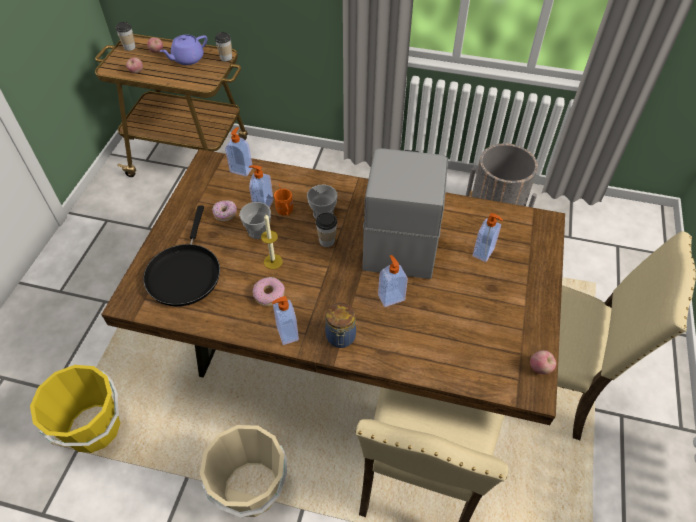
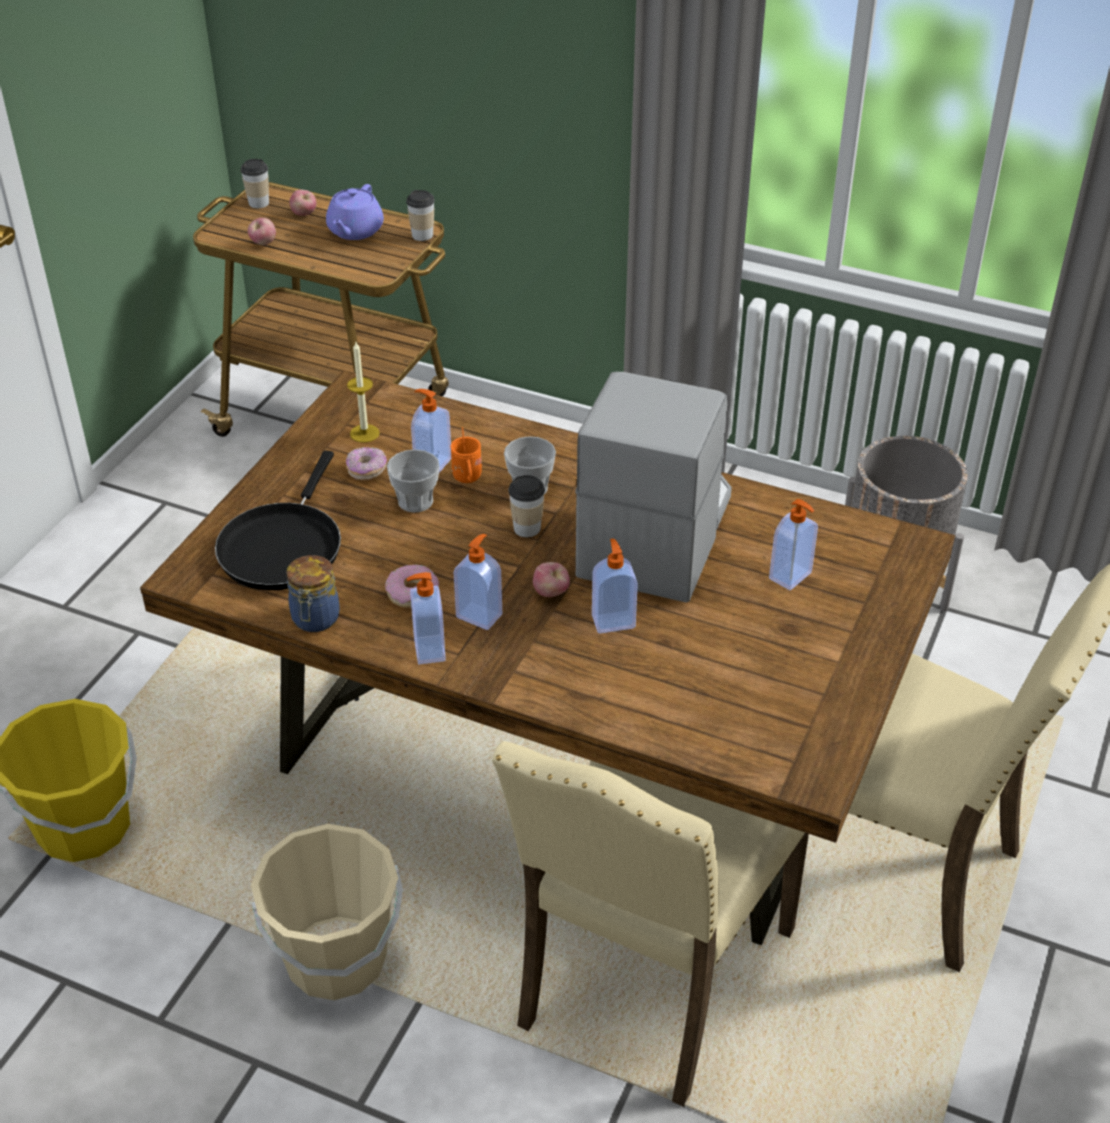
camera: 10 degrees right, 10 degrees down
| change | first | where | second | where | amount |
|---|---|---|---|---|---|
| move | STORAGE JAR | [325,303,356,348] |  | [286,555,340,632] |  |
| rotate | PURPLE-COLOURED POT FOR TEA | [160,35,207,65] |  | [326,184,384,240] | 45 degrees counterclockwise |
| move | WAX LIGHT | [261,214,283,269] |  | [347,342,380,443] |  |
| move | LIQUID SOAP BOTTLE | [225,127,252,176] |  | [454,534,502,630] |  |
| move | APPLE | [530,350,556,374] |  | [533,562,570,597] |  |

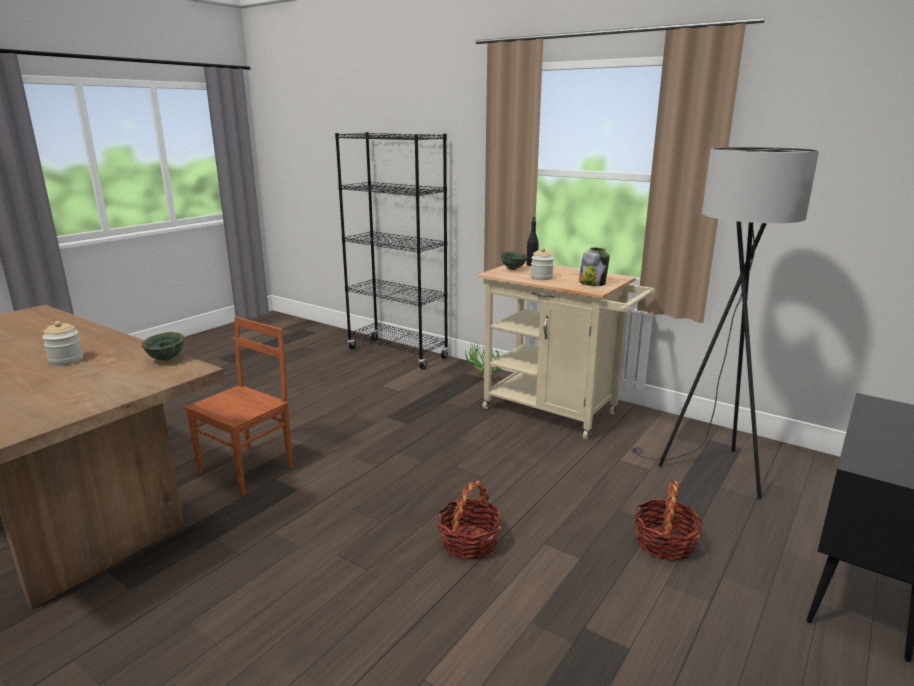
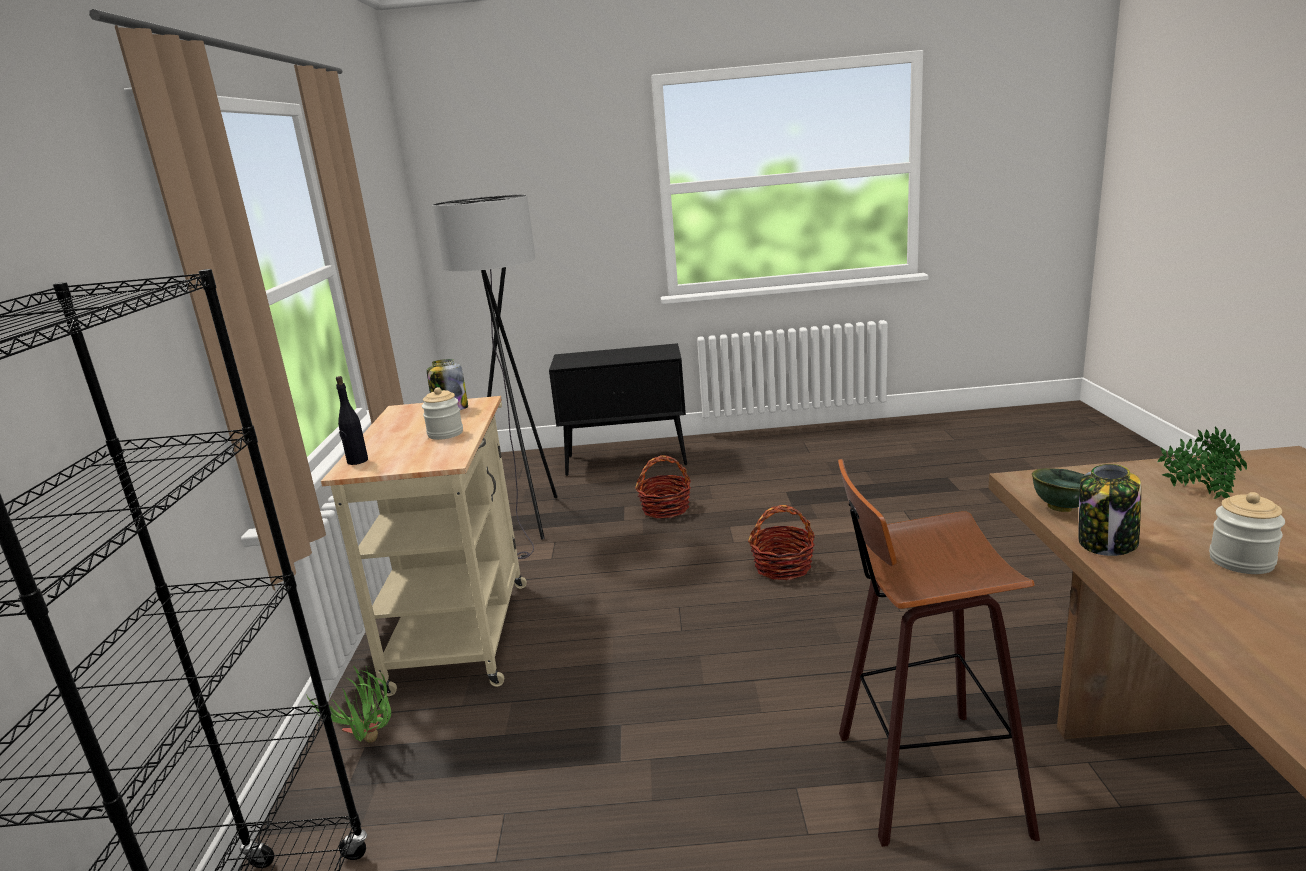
camera: 125 degrees left, 0 degrees up
| change | first | where | second | where | amount |
|---|---|---|---|---|---|
| replace | BROWN PLAIN CHAIR | [185,317,293,495] | SITTING STOOL | [838,459,1040,847] |  |
| insert |  |  | STORAGE JAR | [1079,464,1141,556] |  |
| insert |  |  | PLANT IN A POT | [1157,427,1247,499] |  |
| delete | GREENISH DEEP DISH | [500,251,528,270] |  |  |  |

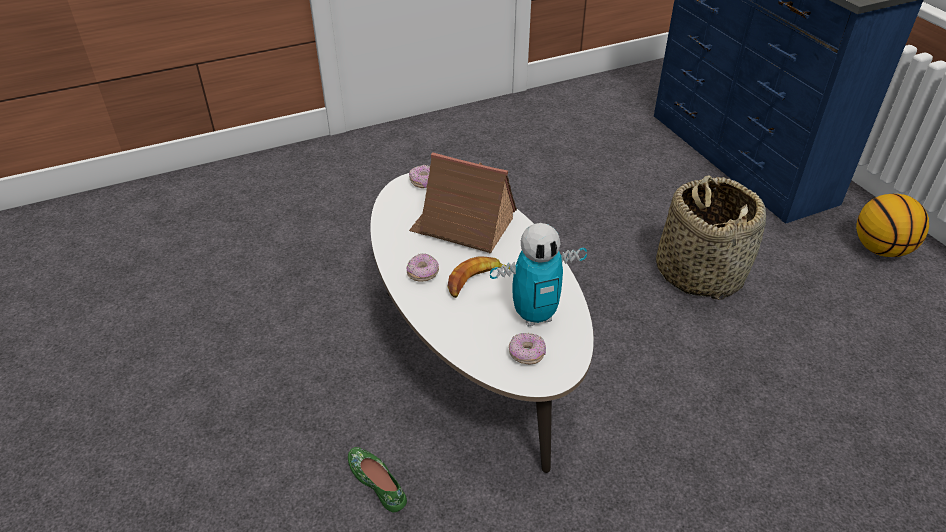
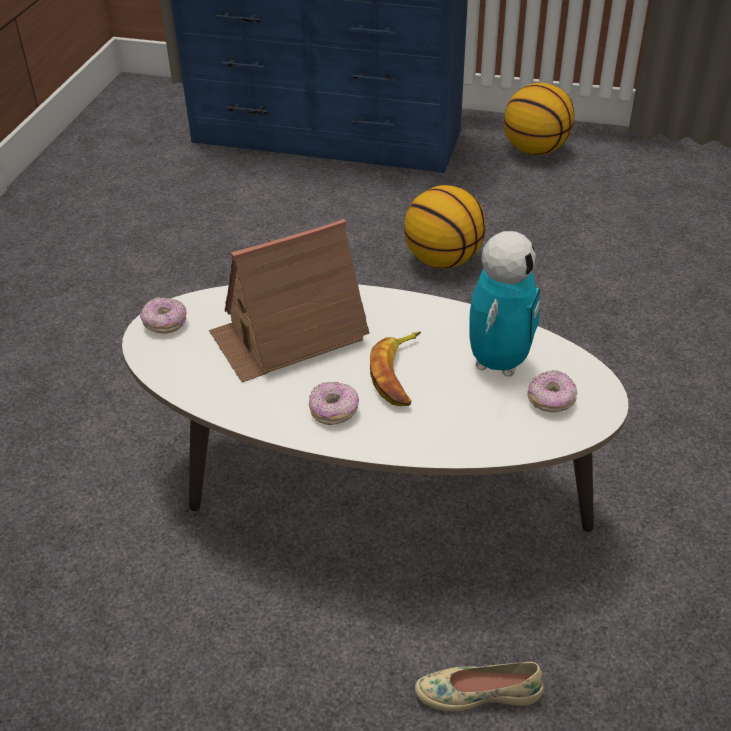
camera: 50 degrees left, 0 degrees up
| change | first | where | second | where | amount |
|---|---|---|---|---|---|
| replace | HOUSEHOLD BASKET | [656,175,766,300] | BASKETBALL BALL | [404,185,486,268] |  |
| recolor | GREENISH LOW SHOE | [348,447,407,512] | BEIGE-COLOURED LOW SHOE | [415,662,544,711] |  |

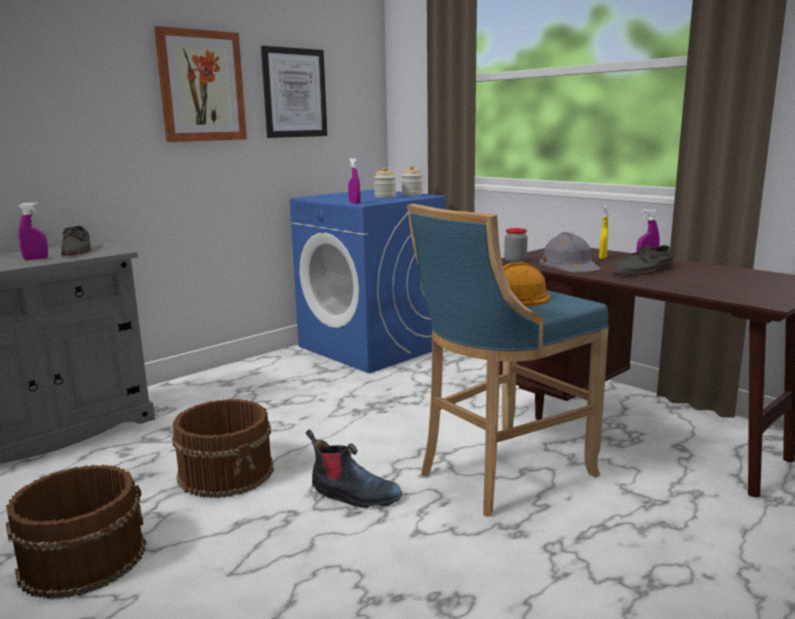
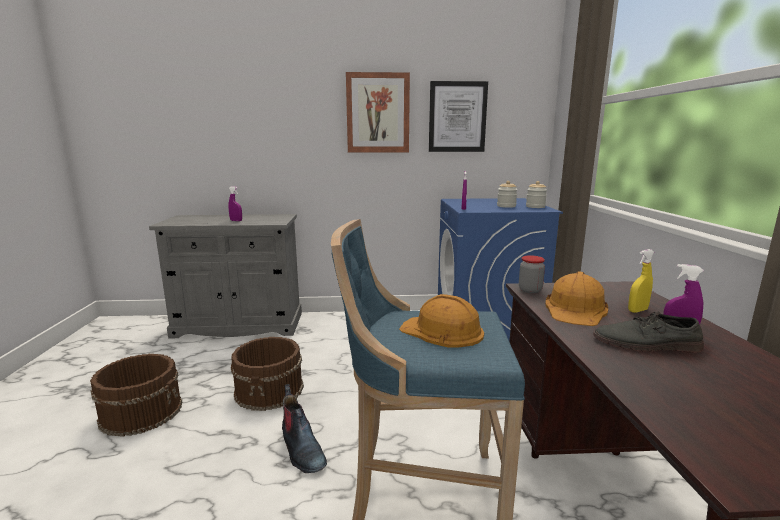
camera: 40 degrees right, 0 degrees up
| change | first | where | second | where | amount |
|---|---|---|---|---|---|
| recolor | GREYISH WORK HELMET | [540,232,601,273] | ORANGE WORK HELMET | [545,271,608,326] |  |
| delete | GREYISH LOW SHOE | [61,226,91,256] |  |  |  |

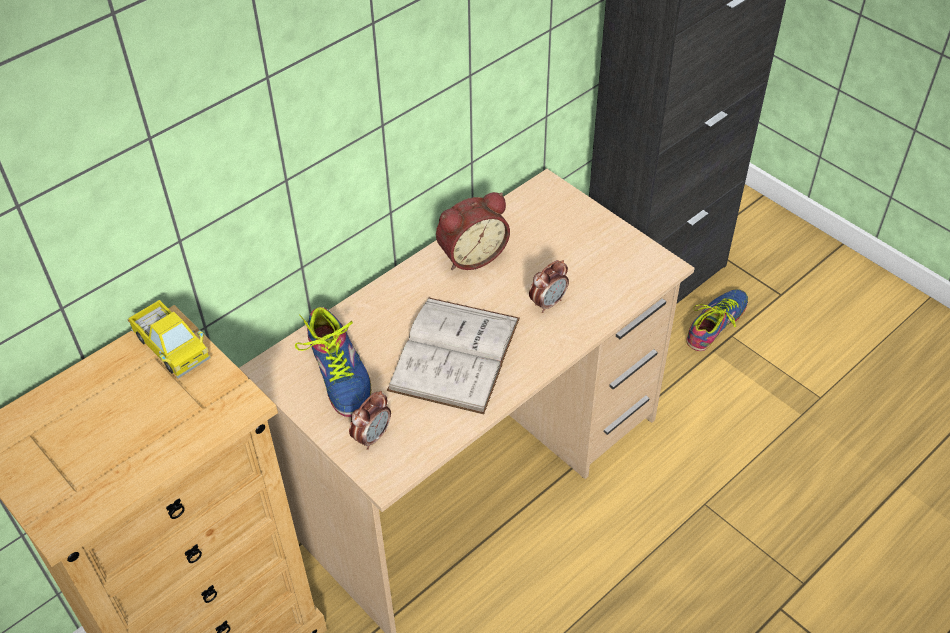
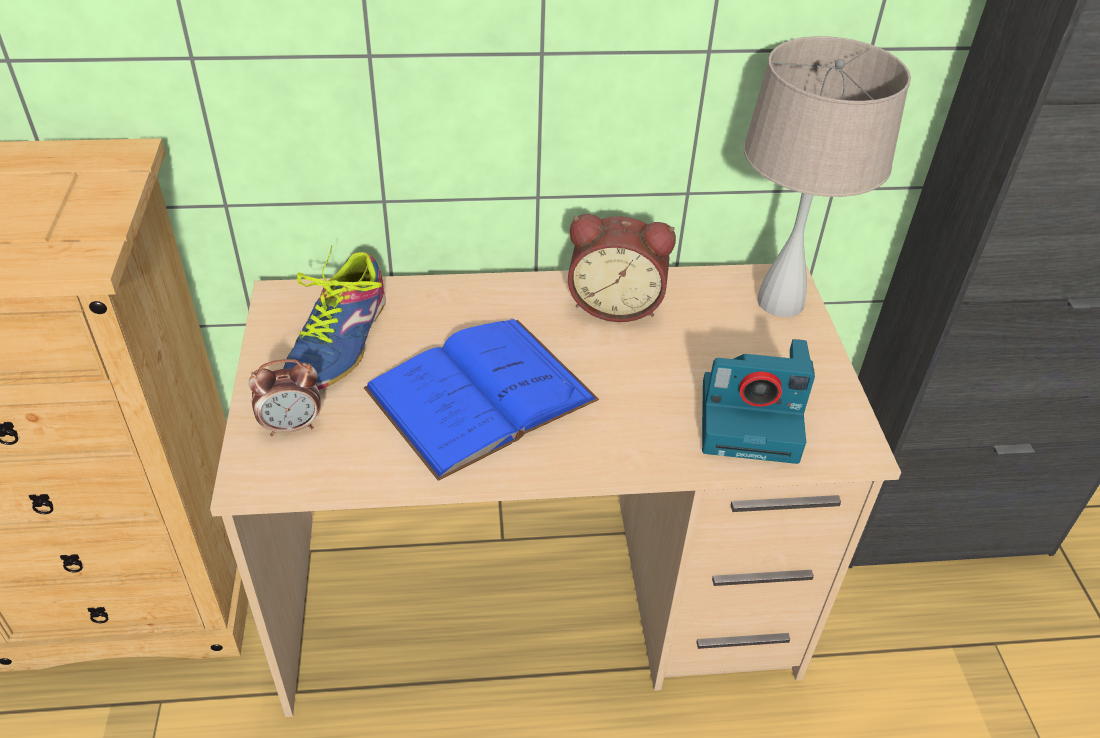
camera: 35 degrees right, 5 degrees down
| change | first | where | second | where | amount |
|---|---|---|---|---|---|
| recolor | WHITE VOLUME | [387,298,520,414] | BLUE-COLOURED VOLUME | [364,319,599,481] |  |
| insert |  |  | PHOTO CAMERA | [702,339,815,464] |  |
| insert |  |  | BEIGE-COLOURED LAMP FOR A TABLE | [744,36,911,317] |  |
| delete | TOY TRUCK | [127,300,211,379] |  |  |  |
| delete | TABLE CLOCK | [529,260,569,313] |  |  |  |
| delete | LOW SHOE | [686,289,748,351] |  |  |  |

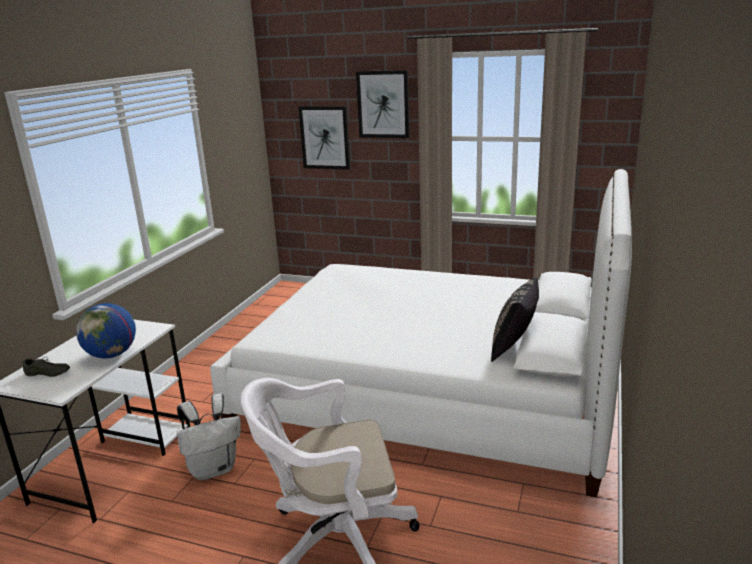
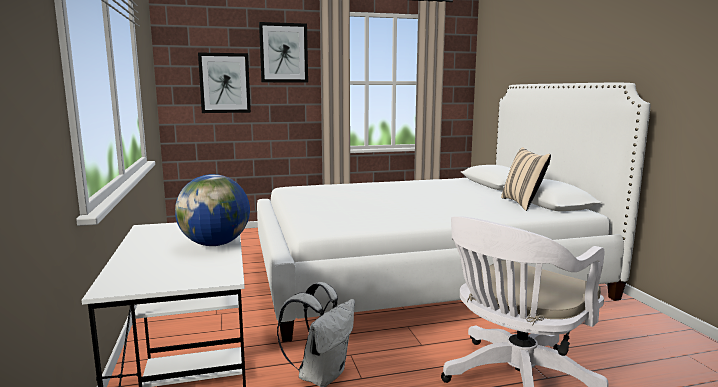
camera: 35 degrees left, 10 degrees down
| change | first | where | second | where | amount |
|---|---|---|---|---|---|
| recolor | BLACK CUSHION | [491,277,539,362] | BEIGE-COLOURED CUSHION | [501,147,551,211] |  |
| delete | GREYISH LOW SHOE | [23,357,70,377] |  |  |  |

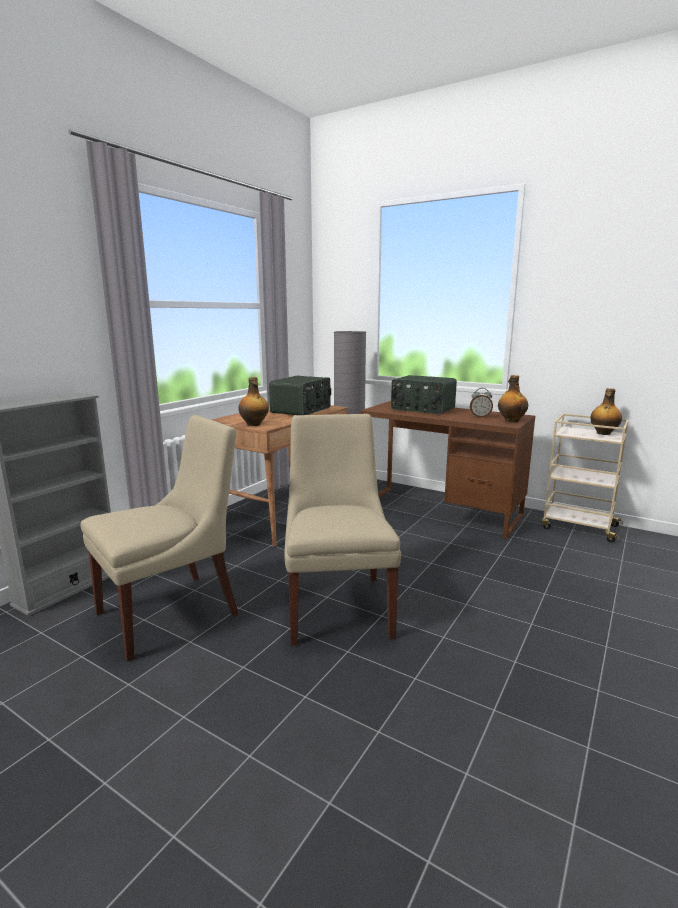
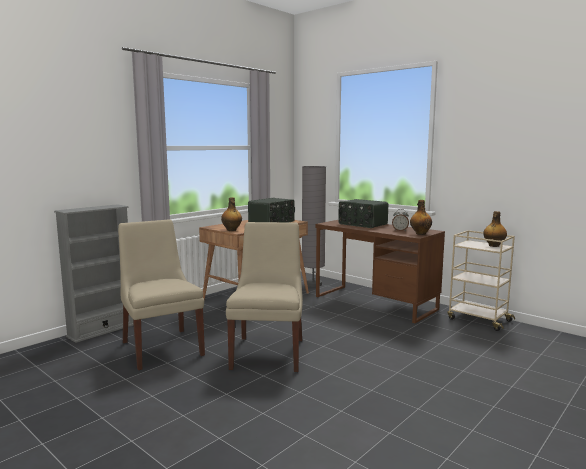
camera: 10 degrees right, 5 degrees down
| change | first | where | second | where | amount |
|---|---|---|---|---|---|
| rotate | BEIGE-COLOURED PLAIN CHAIR | [81,415,239,662] |  | [118,219,205,370] | 90 degrees counterclockwise |

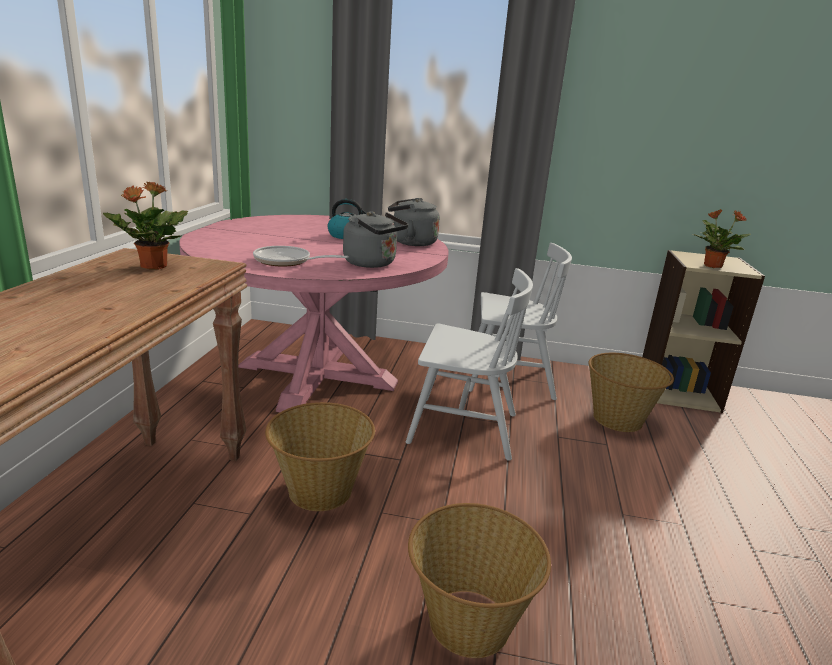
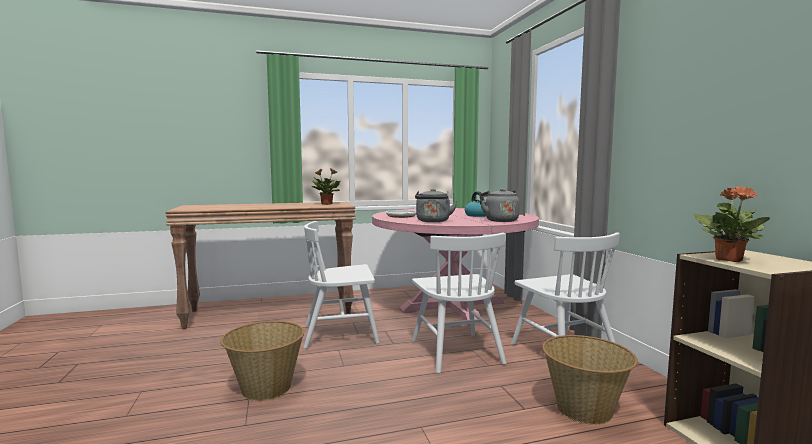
camera: 65 degrees right, 15 degrees down
| change | first | where | second | where | amount |
|---|---|---|---|---|---|
| replace | HOUSEHOLD BASKET | [265,402,375,511] | WHITE PLAIN CHAIR | [303,221,379,349] |  |

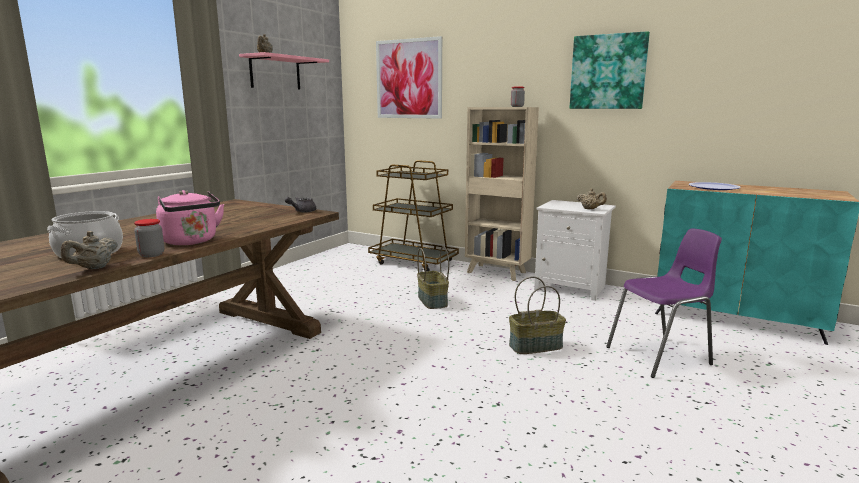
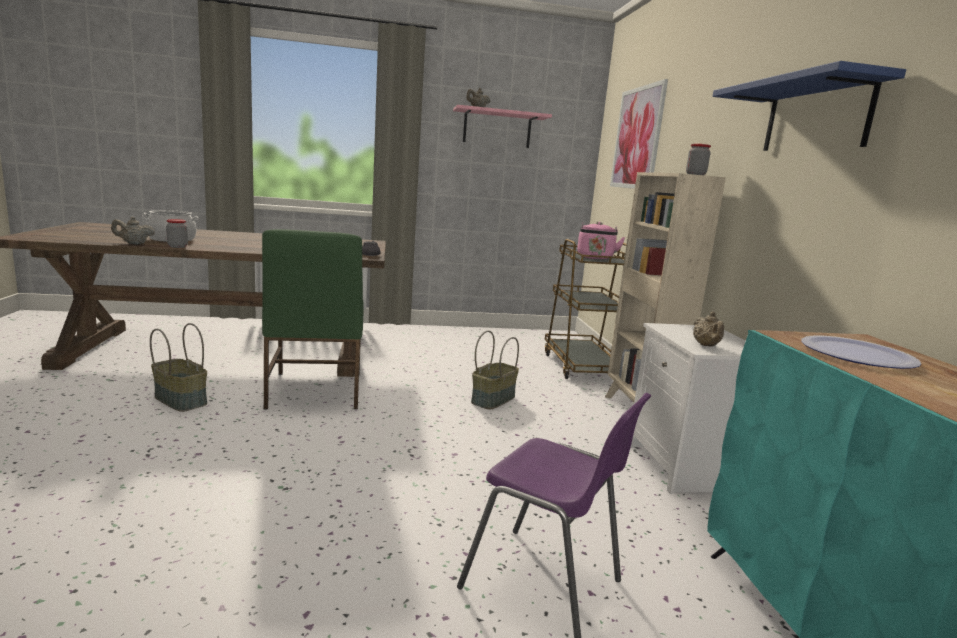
camera: 50 degrees right, 0 degrees up
| change | first | where | second | where | amount |
|---|---|---|---|---|---|
| move | HOUSEHOLD BASKET | [509,277,566,354] |  | [150,323,207,412] |  |
| insert |  |  | GREENISH PLAIN CHAIR | [262,229,364,409] |  |
| move | PINKISH TEA KETTLE | [156,190,224,245] |  | [577,222,625,260] |  |
| replace | PICTURE | [570,31,650,109] | BLUE-COLOURED BRACKET SHELF | [713,61,906,151] |  |

